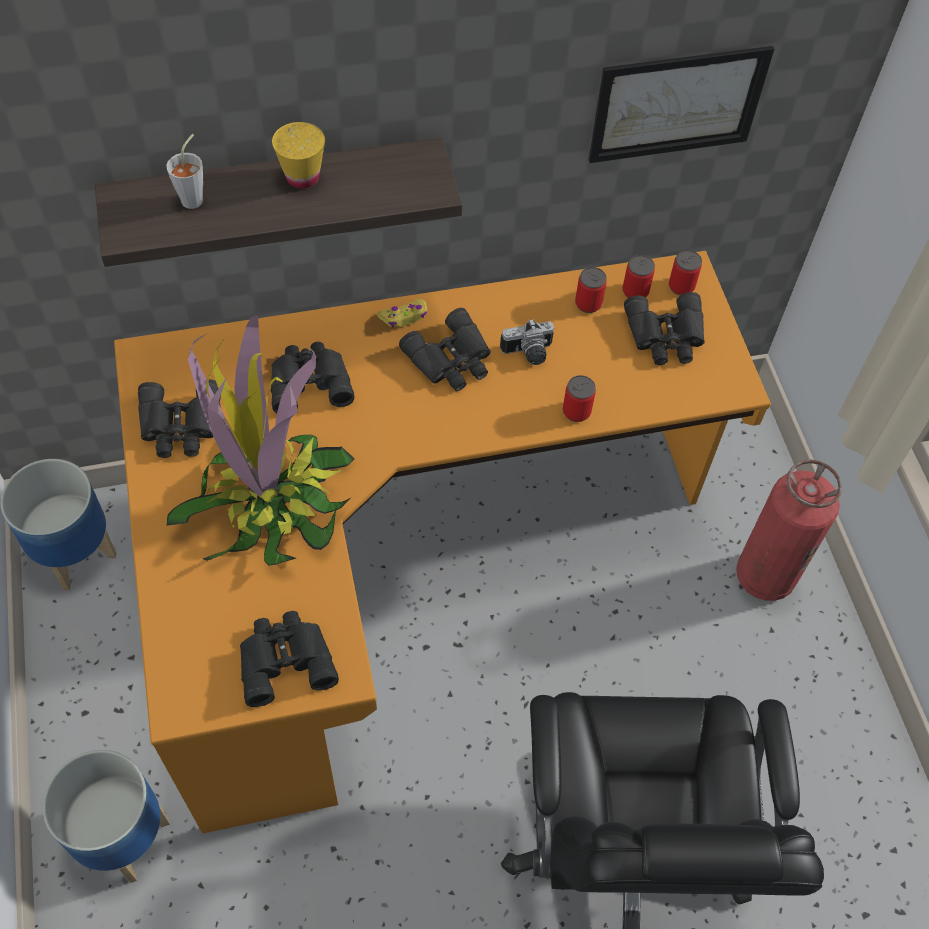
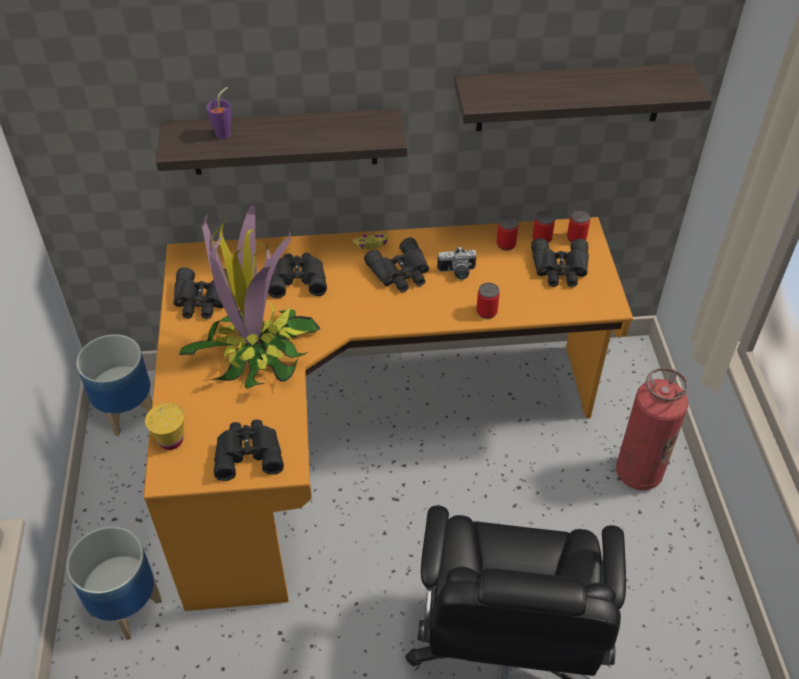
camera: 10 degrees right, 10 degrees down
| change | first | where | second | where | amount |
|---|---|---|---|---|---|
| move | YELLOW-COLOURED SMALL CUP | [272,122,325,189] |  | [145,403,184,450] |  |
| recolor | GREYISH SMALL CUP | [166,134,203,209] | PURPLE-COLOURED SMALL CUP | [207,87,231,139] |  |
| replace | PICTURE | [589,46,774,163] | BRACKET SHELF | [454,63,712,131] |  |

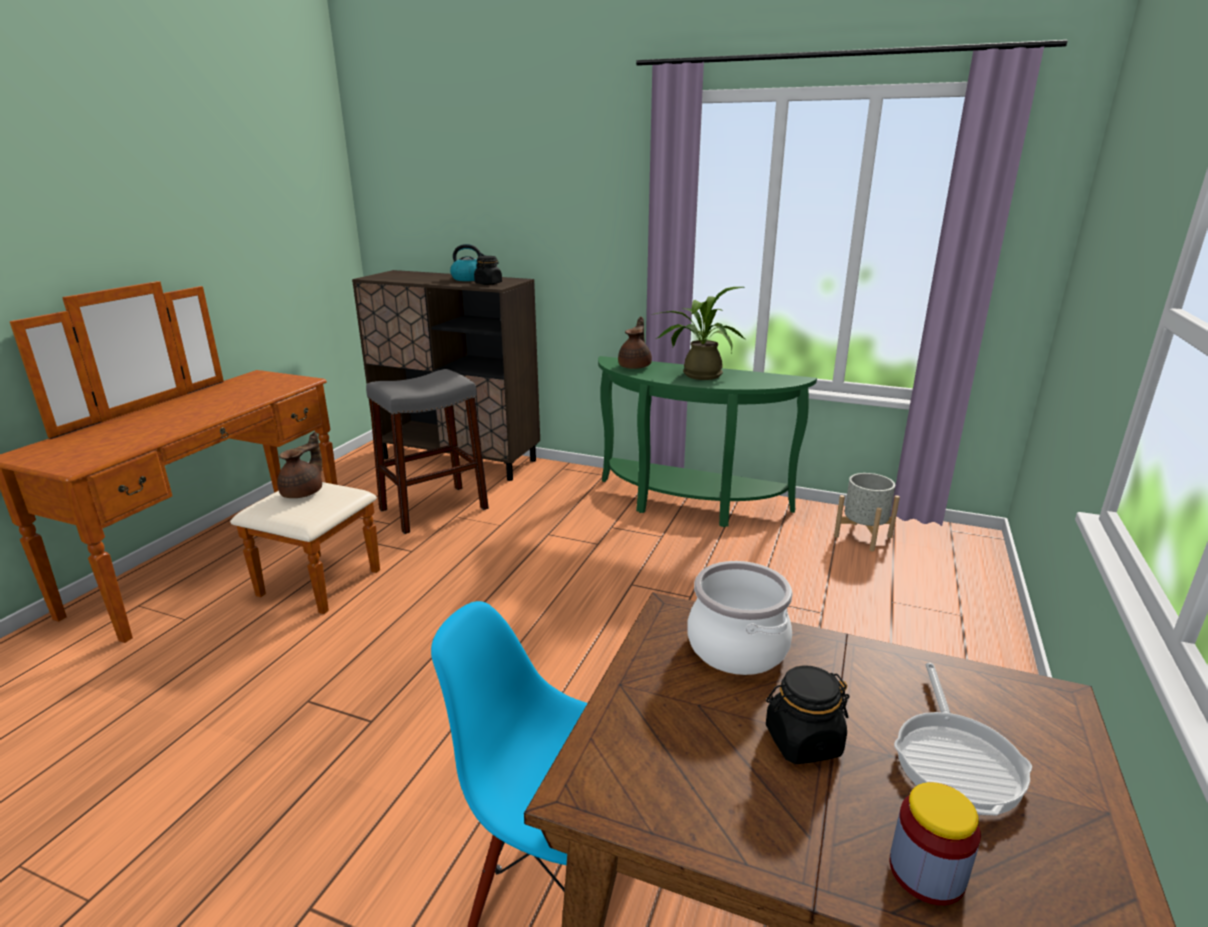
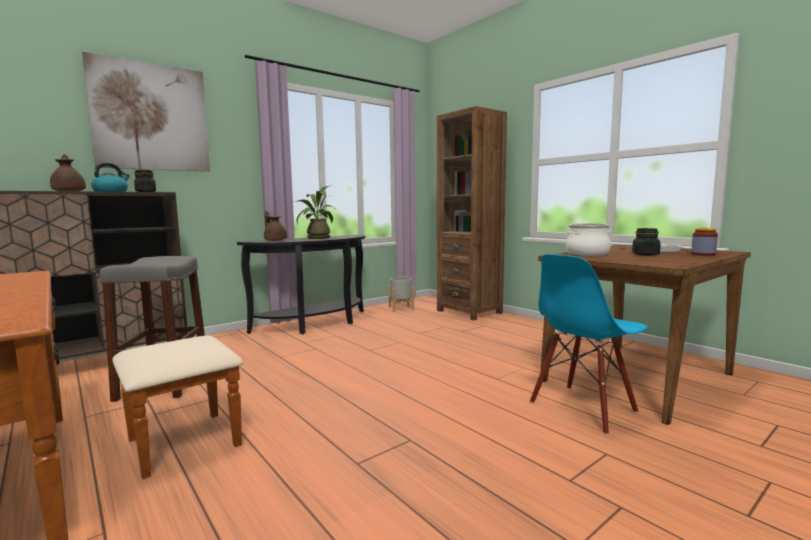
camera: 60 degrees left, 15 degrees down
| change | first | where | second | where | amount |
|---|---|---|---|---|---|
| move | BROWN POT FOR TEA | [277,432,322,498] |  | [50,154,86,191] |  |
| insert |  |  | PICTURE | [82,52,210,172] |  |
| recolor | GREENISH NARROW TABLE | [598,356,817,527] | BLACK NARROW TABLE | [237,235,365,334] |  |
| insert |  |  | BROWN BOOKSHELF | [437,106,507,320] |  |

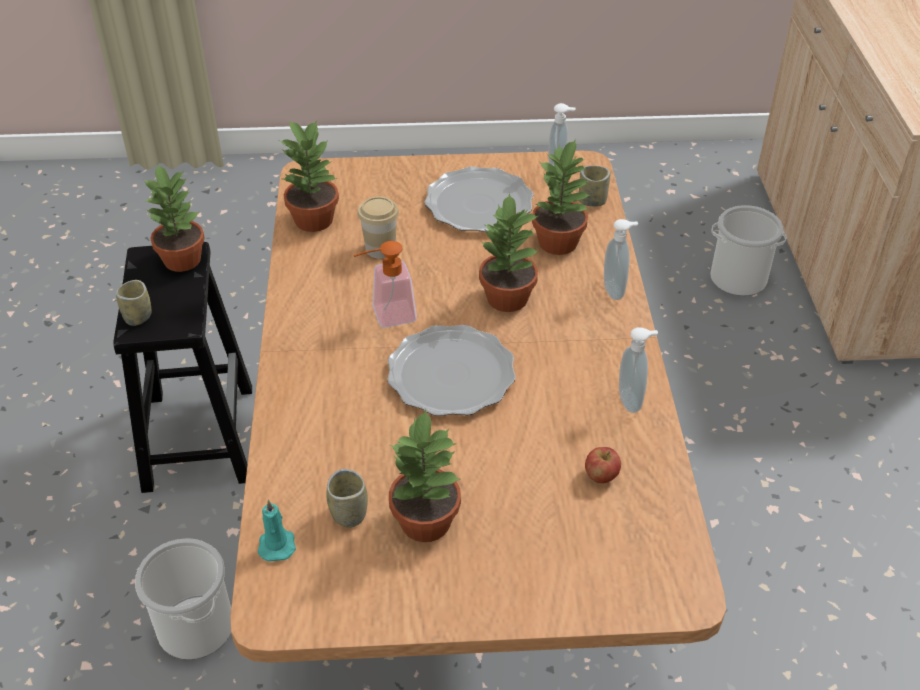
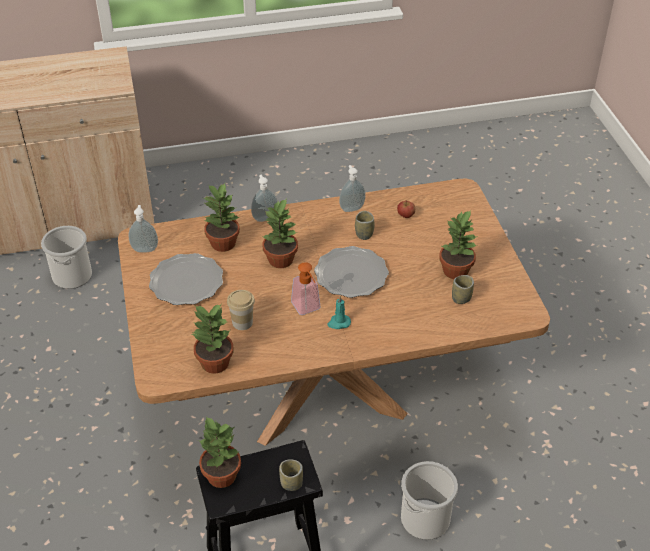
camera: 100 degrees left, 0 degrees up
| change | first | where | second | where | amount |
|---|---|---|---|---|---|
| move | TURQUOISE WAX LIGHT | [258,499,296,562] |  | [327,296,351,329] |  |
| move | SMALL CUP | [579,166,610,207] |  | [355,211,375,240] |  |

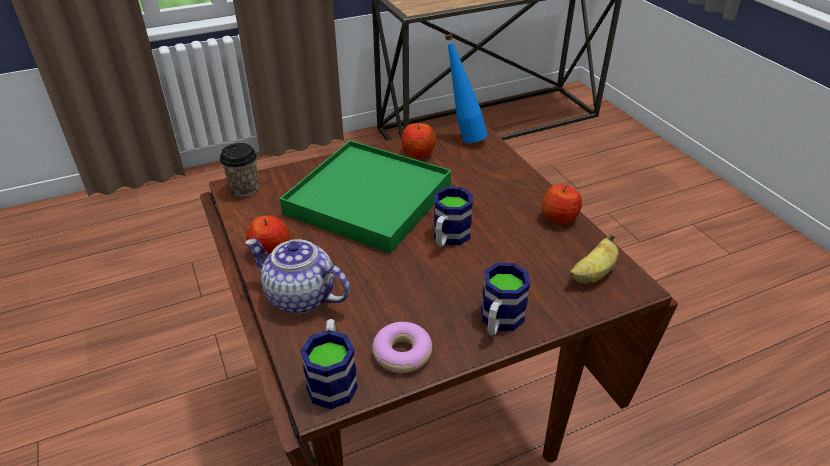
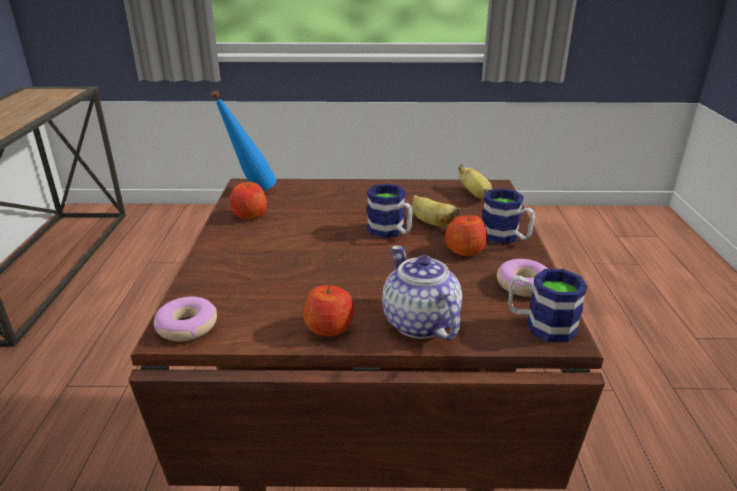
camera: 65 degrees left, 10 degrees down
| change | first | where | second | where | amount |
|---|---|---|---|---|---|
| replace | SMALL CUP | [220,143,259,197] | DOUGHNUT | [154,297,217,341] |  |
| rotate | POT FOR TEA | [245,239,350,314] |  | [382,245,462,340] | 105 degrees clockwise |
| insert |  |  | BANANA FRUIT | [412,195,461,227] |  |
| move | APPLE | [542,185,582,225] |  | [445,213,487,256] |  |
| delete | GREENISH CARRYING TRAY | [280,140,451,254] |  |  |  |

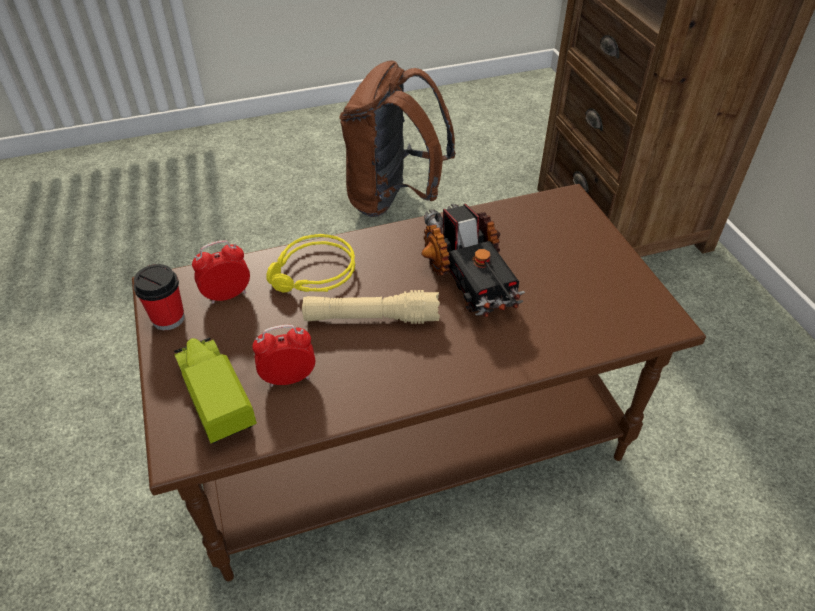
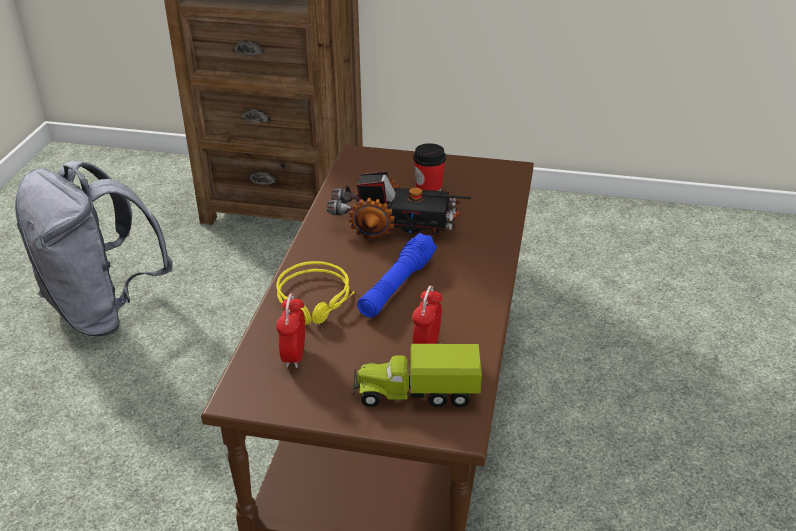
camera: 60 degrees left, 10 degrees down
| change | first | where | second | where | amount |
|---|---|---|---|---|---|
| recolor | BROWN RUCKSACK | [339,60,456,217] | GREYISH RUCKSACK | [15,161,173,336] |  |
| recolor | BEIGE-COLOURED TORCH | [302,290,440,324] | BLUE-COLOURED TORCH | [357,233,437,318] |  |
| move | SMALL CUP | [134,264,185,330] |  | [413,143,446,191] |  |

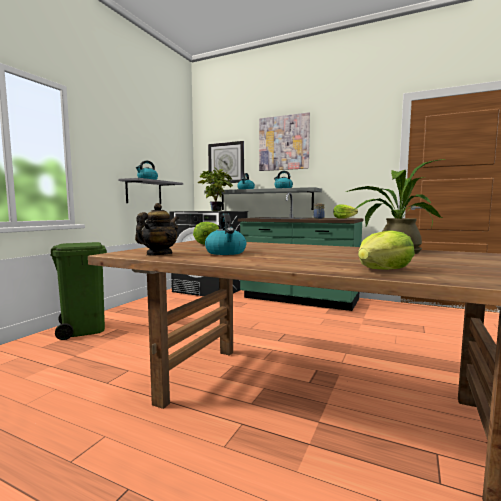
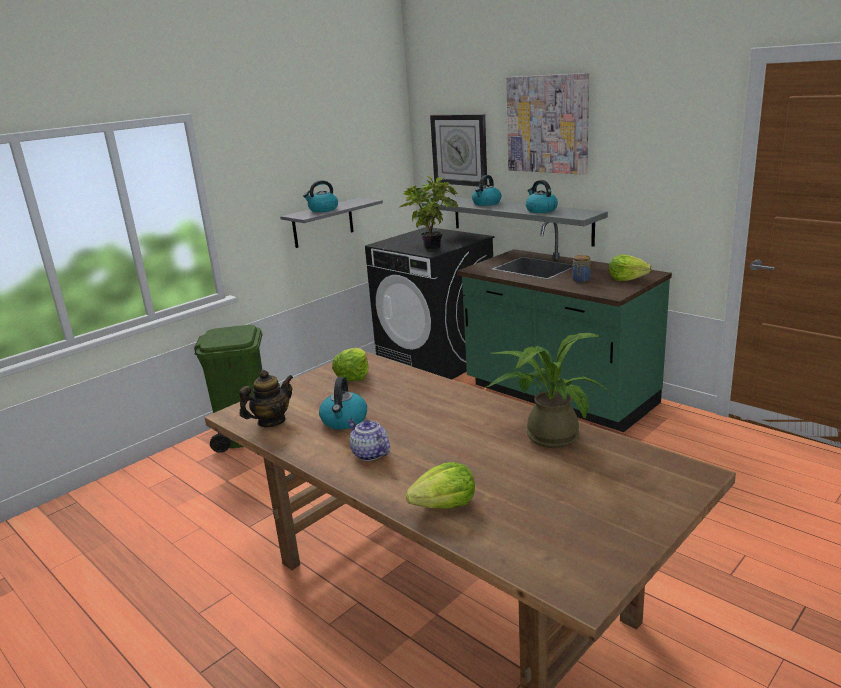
camera: 20 degrees right, 15 degrees up
| change | first | where | second | where | amount |
|---|---|---|---|---|---|
| insert |  |  | POT FOR TEA | [348,419,390,461] |  |

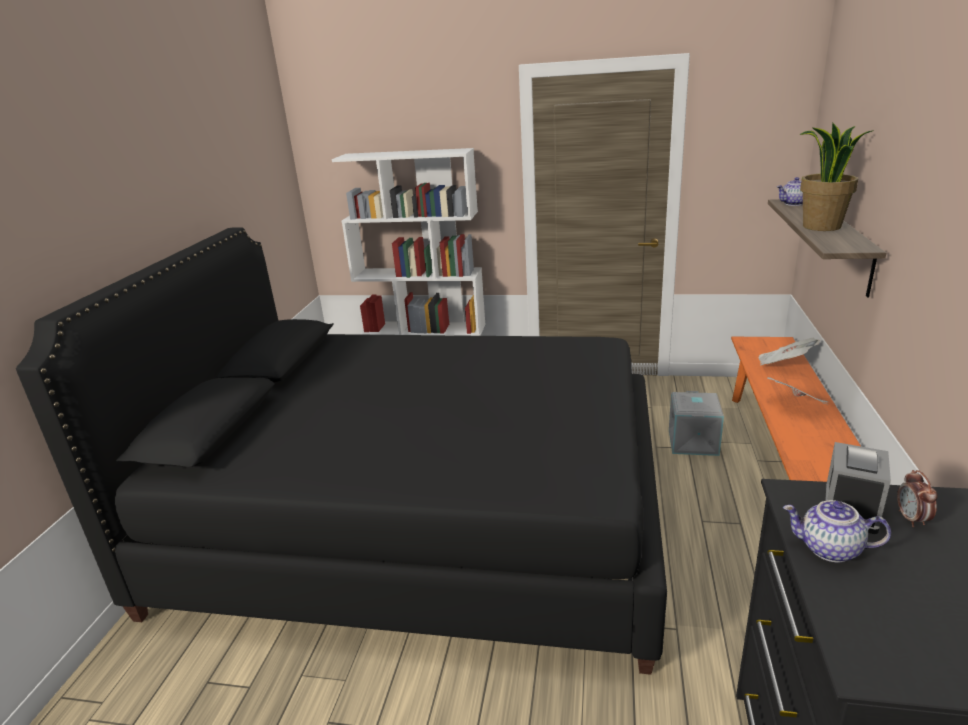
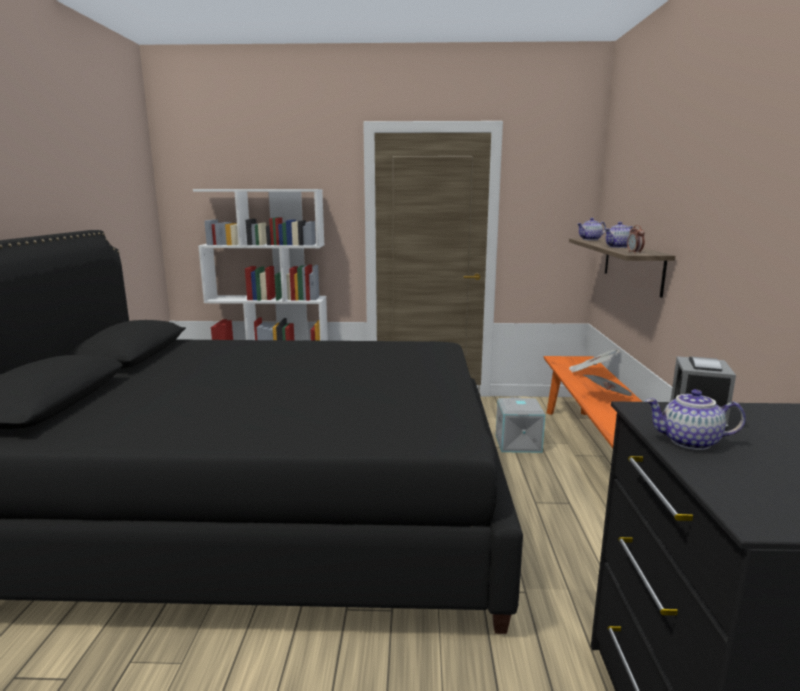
camera: 10 degrees left, 10 degrees down
| change | first | where | second | where | amount |
|---|---|---|---|---|---|
| replace | PLANT IN A POT | [800,123,874,231] | POT FOR TEA | [605,222,633,248] |  |
| move | TABLE CLOCK | [897,470,938,527] |  | [627,225,645,254] |  |

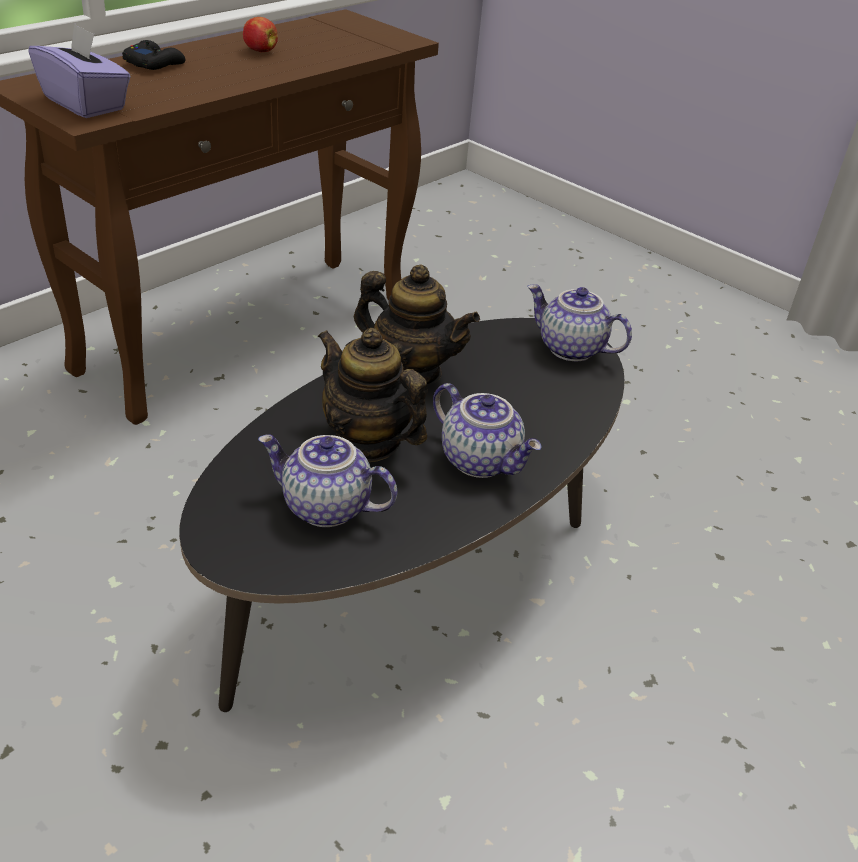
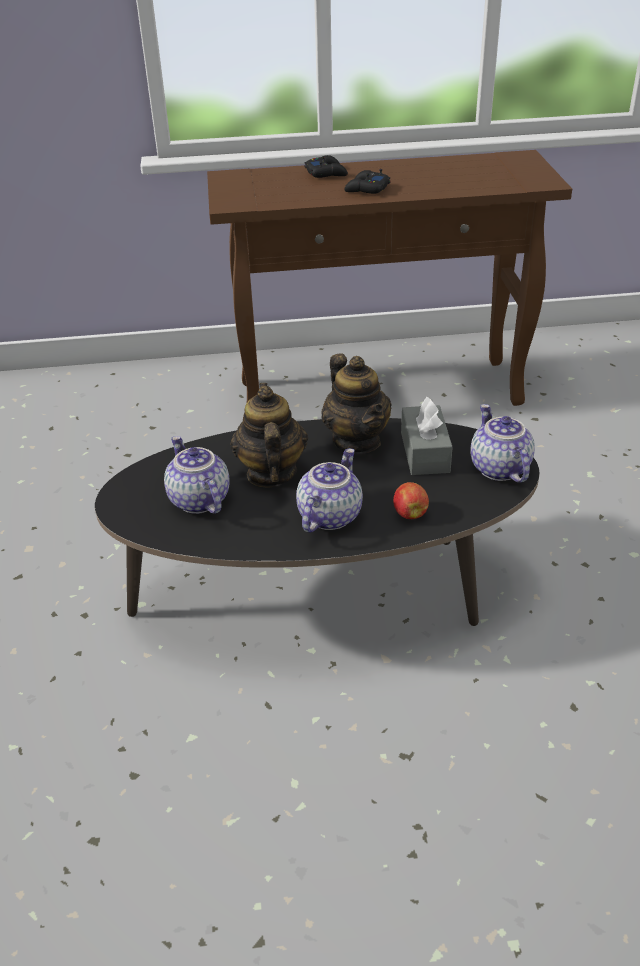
camera: 45 degrees right, 0 degrees up
| change | first | where | second | where | amount |
|---|---|---|---|---|---|
| rotate | POT FOR TEA | [433,383,541,478] |  | [296,448,363,533] | 150 degrees counterclockwise |
| insert |  |  | BLACK GAMEPAD | [344,169,390,194] |  |
| move | APPLE | [243,17,278,52] |  | [393,482,429,519] |  |
| insert |  |  | GREYISH TISSUE HOLDER | [401,397,453,475] |  |
| delete | PURPLE-COLOURED TISSUE HOLDER | [28,23,131,118] |  |  |  |

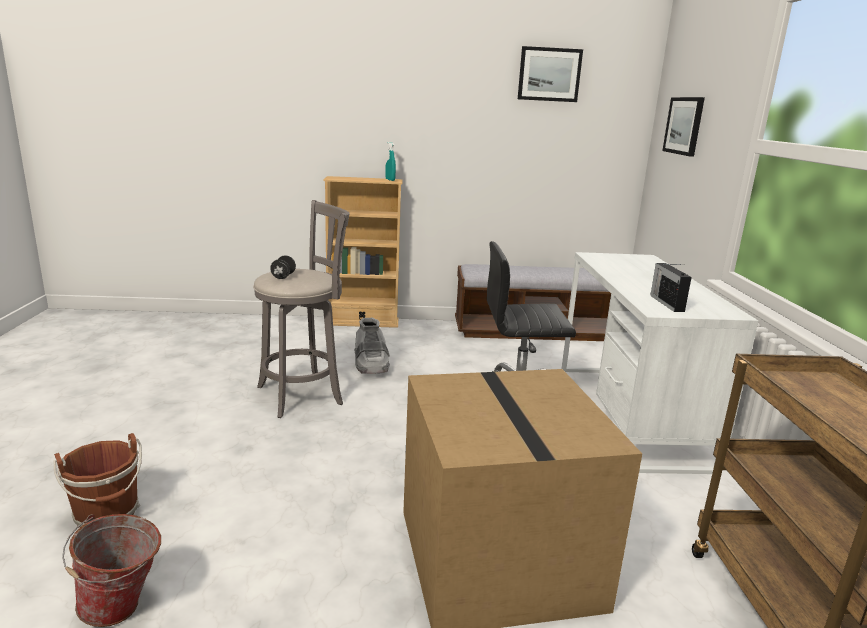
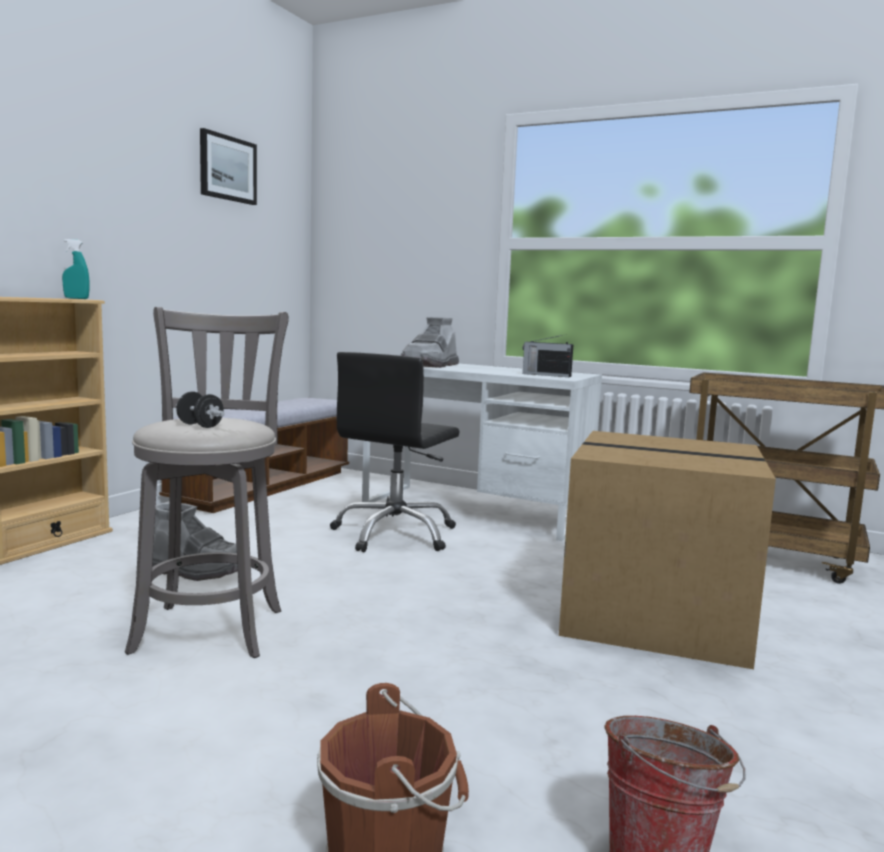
camera: 60 degrees left, 10 degrees down
| change | first | where | second | where | amount |
|---|---|---|---|---|---|
| insert |  |  | GREYISH HIGH-TOP BOOT | [401,317,459,368] |  |
| delete | PICTURE | [662,97,705,157] |  |  |  |

